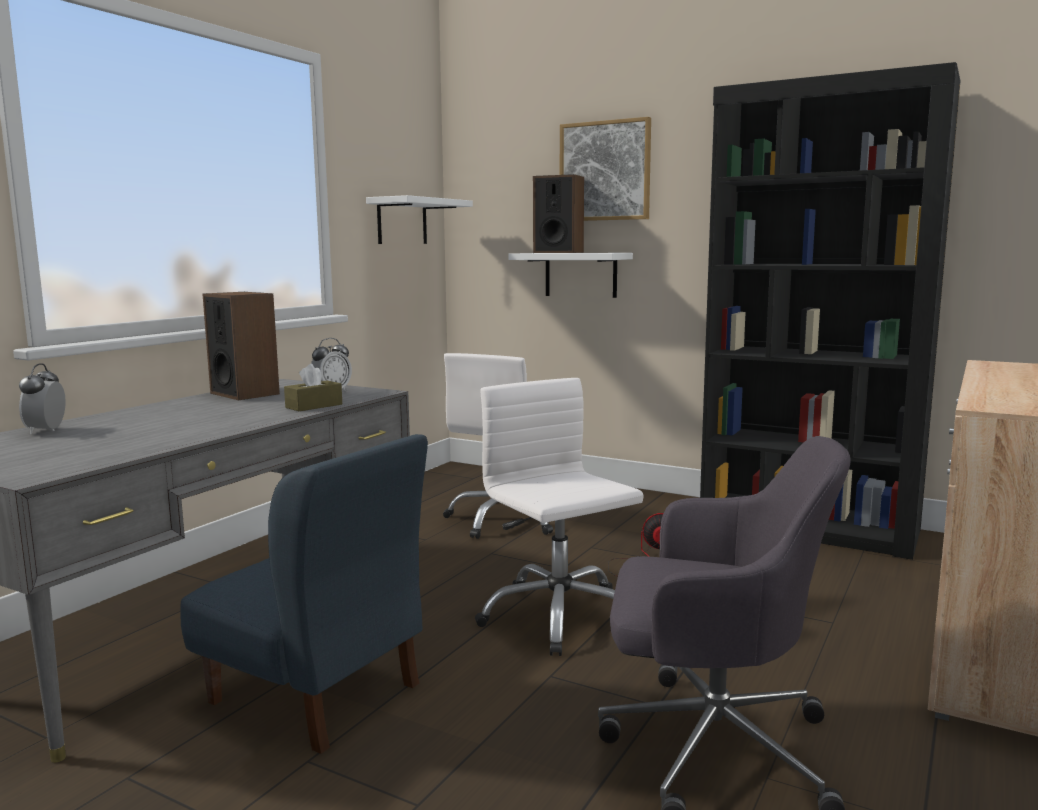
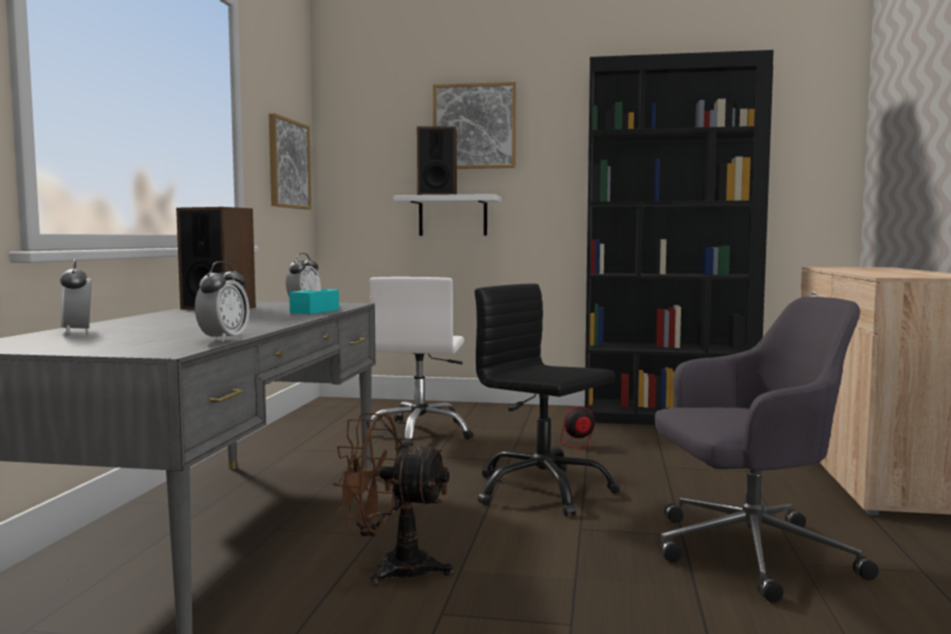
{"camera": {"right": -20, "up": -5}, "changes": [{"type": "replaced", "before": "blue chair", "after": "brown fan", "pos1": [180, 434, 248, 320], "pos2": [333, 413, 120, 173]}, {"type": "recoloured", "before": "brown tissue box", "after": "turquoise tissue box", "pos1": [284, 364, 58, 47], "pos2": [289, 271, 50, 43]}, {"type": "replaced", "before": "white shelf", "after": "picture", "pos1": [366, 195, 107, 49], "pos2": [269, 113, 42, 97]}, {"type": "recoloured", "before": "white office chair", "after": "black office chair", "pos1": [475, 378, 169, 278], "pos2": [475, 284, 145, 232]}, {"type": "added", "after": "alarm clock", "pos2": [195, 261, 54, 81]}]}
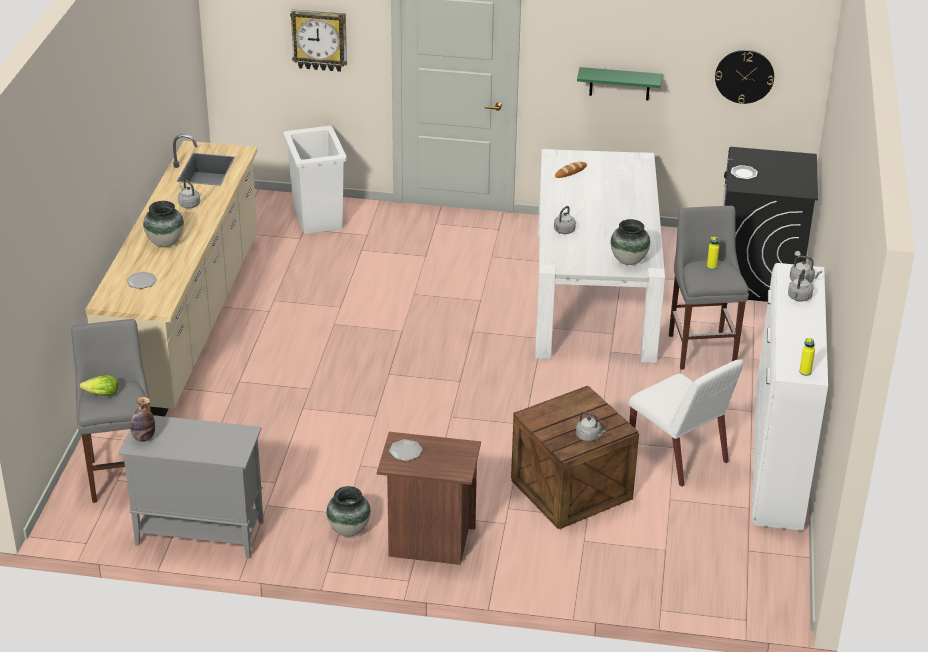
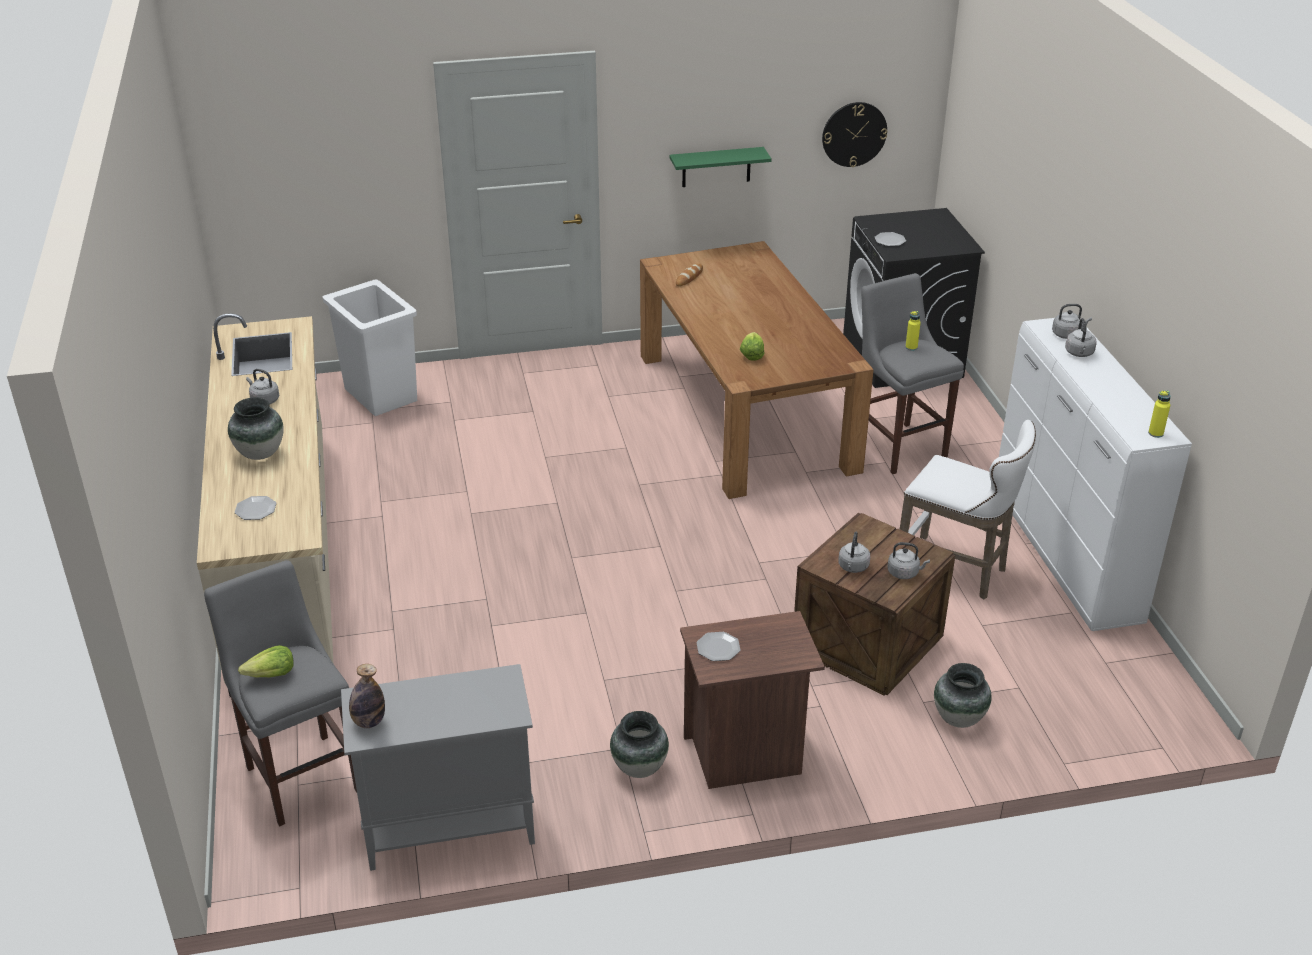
{"camera": {"right": -20, "up": 0}, "changes": [{"type": "removed", "before": "wall clock", "pos1": [290, 9, 57, 63]}, {"type": "recoloured", "before": "white dining table", "after": "brown dining table", "pos1": [535, 149, 130, 214], "pos2": [640, 241, 234, 258]}, {"type": "moved", "before": "grey kettle", "pos1": [554, 206, 22, 28], "pos2": [838, 532, 32, 41]}, {"type": "moved", "before": "vase", "pos1": [611, 219, 39, 46], "pos2": [934, 663, 58, 65]}, {"type": "replaced", "before": "white chair", "after": "white stool", "pos1": [629, 359, 114, 128], "pos2": [900, 420, 136, 179]}, {"type": "added", "after": "lettuce", "pos2": [740, 332, 24, 29]}]}
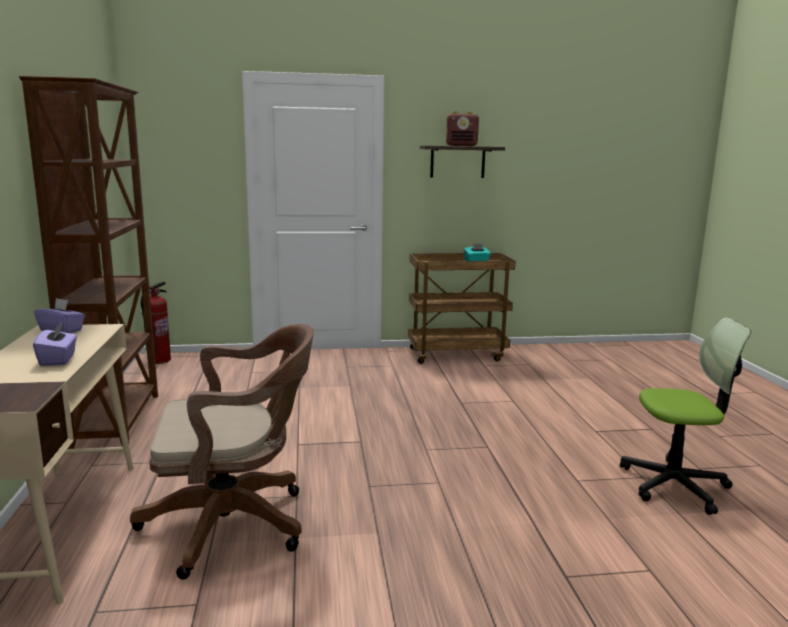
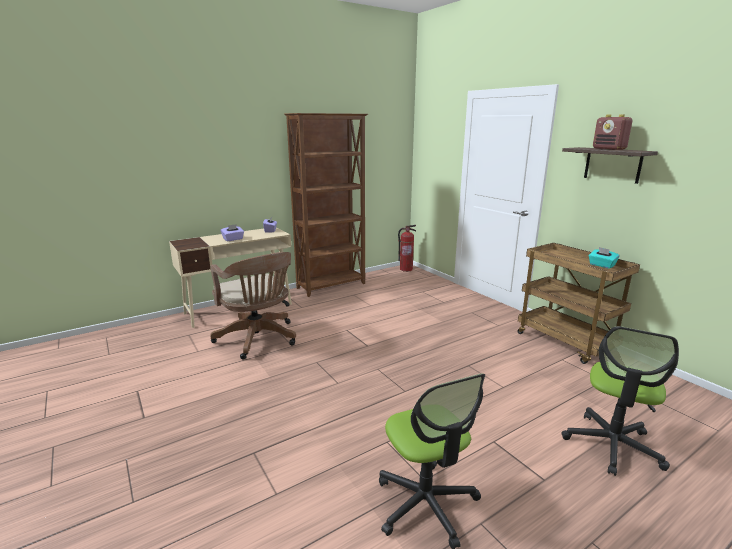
{"camera": {"right": 65, "up": 5}, "changes": [{"type": "added", "after": "office chair", "pos2": [562, 326, 117, 150]}]}
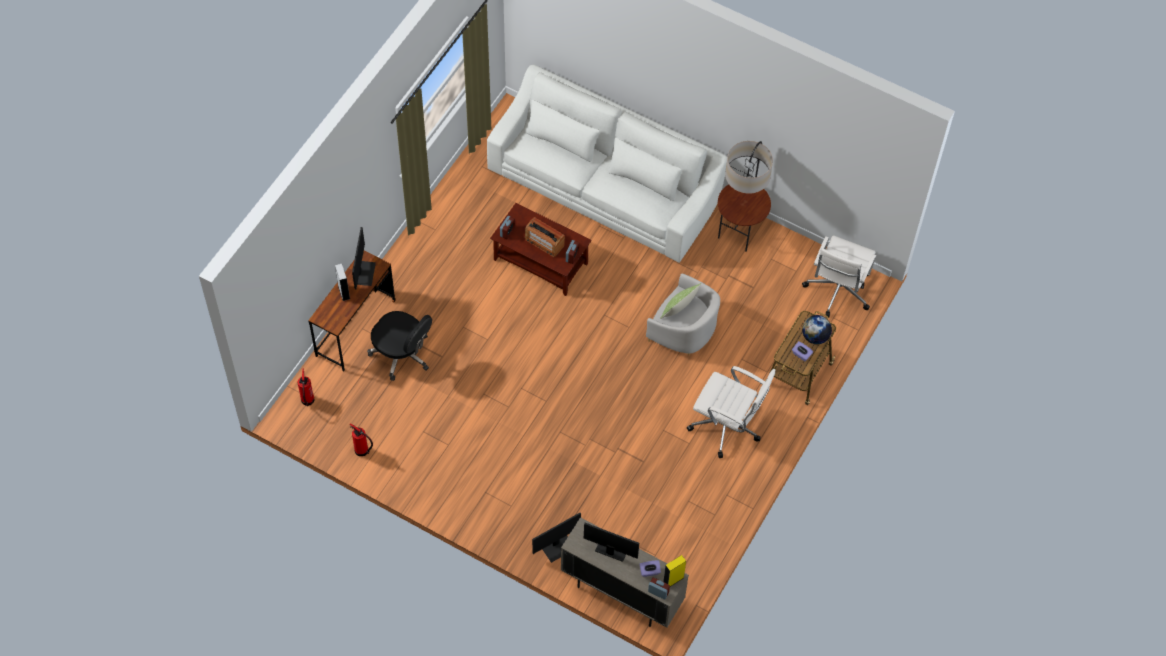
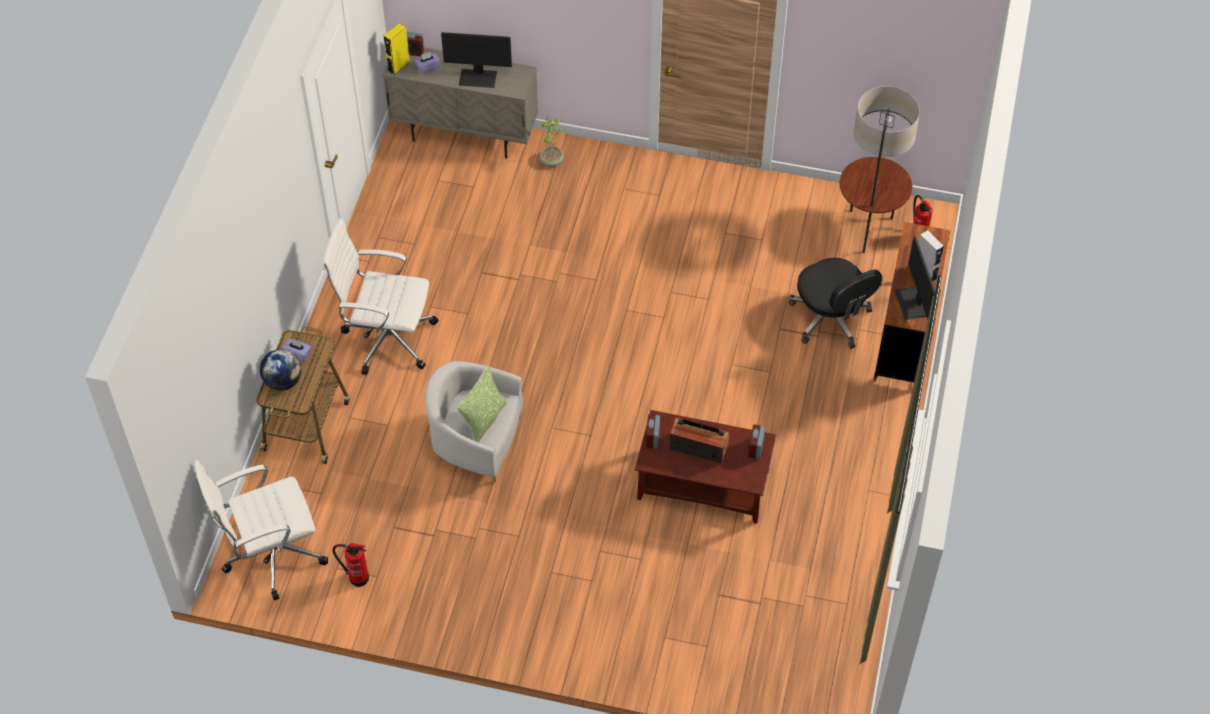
{"camera": {"right": 165, "up": -5}, "changes": [{"type": "moved", "before": "fire extinguisher", "pos1": [350, 423, 23, 33], "pos2": [332, 543, 37, 44]}, {"type": "turned", "before": "black office chair", "pos1": [367, 311, 65, 70], "pos2": [788, 258, 94, 91], "turn": -135}, {"type": "removed", "before": "white sofa", "pos1": [487, 65, 240, 198]}, {"type": "replaced", "before": "monitor", "after": "potted plant", "pos1": [532, 513, 49, 50], "pos2": [540, 116, 26, 51]}, {"type": "moved", "before": "floor lamp", "pos1": [718, 141, 55, 111], "pos2": [840, 86, 80, 167]}, {"type": "turned", "before": "white office chair", "pos1": [802, 235, 74, 83], "pos2": [195, 460, 133, 140], "turn": -120}]}
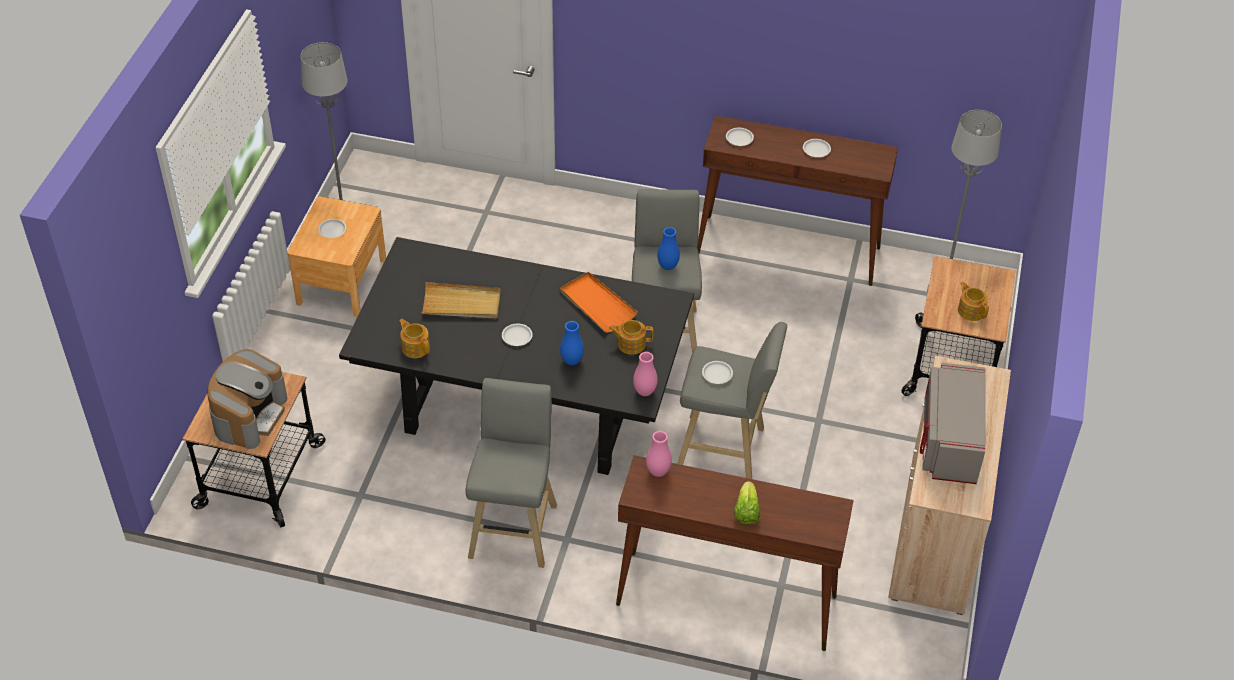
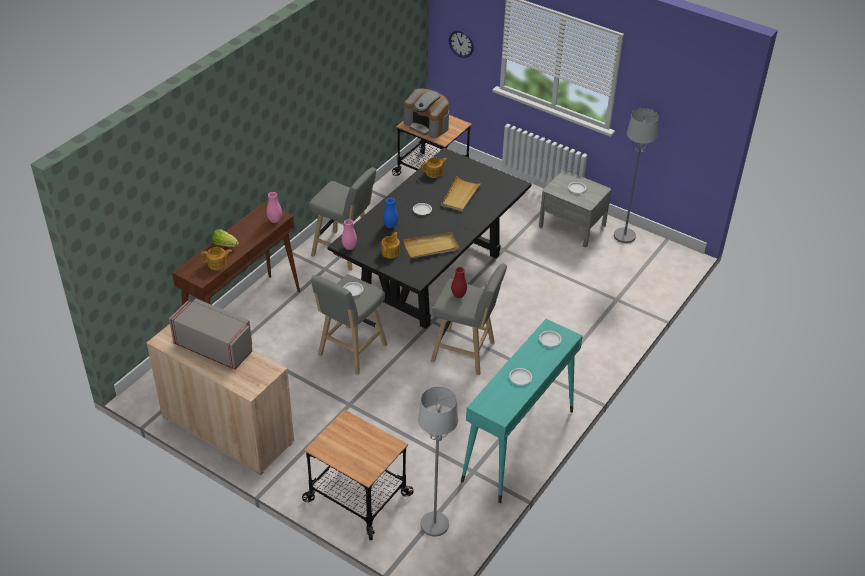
{"camera": {"right": 110, "up": -5}, "changes": [{"type": "recoloured", "before": "brown nightstand", "after": "grey nightstand", "pos1": [287, 196, 99, 121], "pos2": [539, 170, 72, 77]}, {"type": "recoloured", "before": "orange tray", "after": "beige tray", "pos1": [560, 272, 78, 61], "pos2": [404, 232, 55, 26]}, {"type": "recoloured", "before": "blue vase", "after": "red vase", "pos1": [657, 227, 23, 43], "pos2": [451, 267, 16, 31]}, {"type": "recoloured", "before": "brown console table", "after": "turquoise console table", "pos1": [697, 115, 201, 171], "pos2": [461, 319, 122, 184]}, {"type": "moved", "before": "teapot", "pos1": [958, 282, 31, 39], "pos2": [201, 247, 31, 23]}, {"type": "added", "after": "wall clock", "pos2": [449, 30, 25, 28]}]}
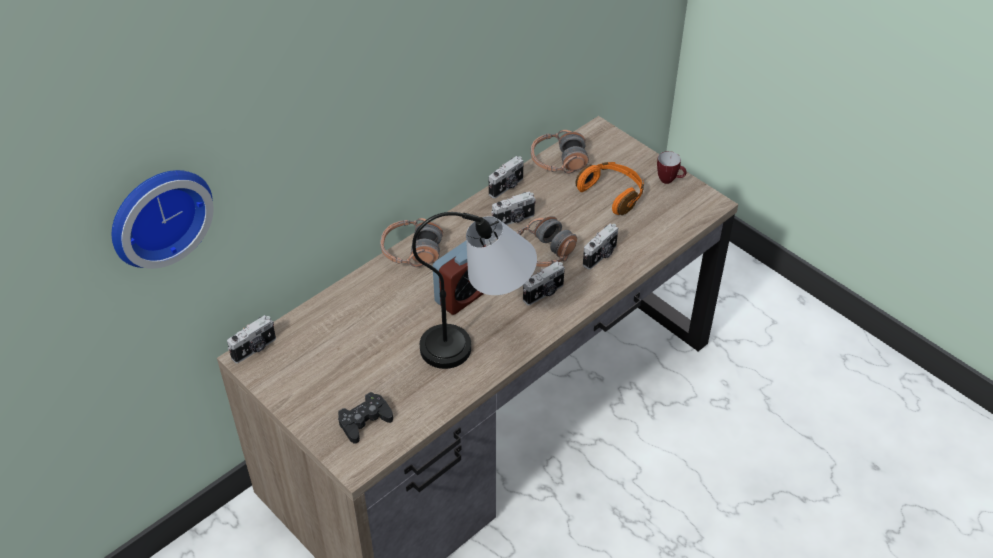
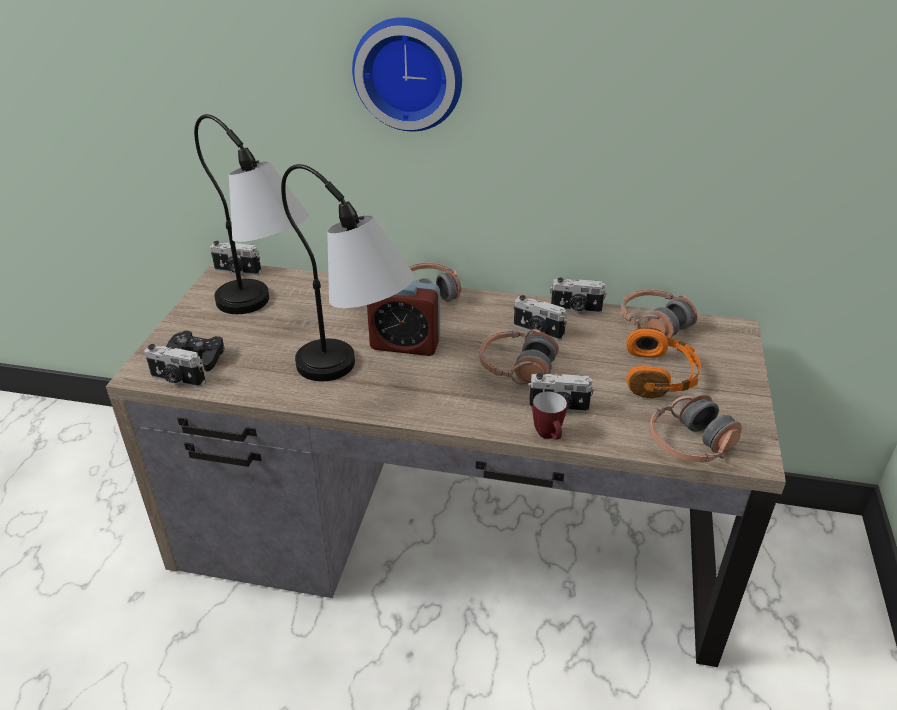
{"camera": {"right": 55, "up": -10}, "changes": [{"type": "moved", "before": "wall clock", "pos1": [112, 170, 102, 99], "pos2": [352, 17, 110, 115]}, {"type": "moved", "before": "photo camera", "pos1": [523, 261, 41, 44], "pos2": [144, 344, 62, 44]}, {"type": "moved", "before": "mug", "pos1": [657, 151, 30, 33], "pos2": [532, 391, 35, 48]}, {"type": "added", "after": "table lamp", "pos2": [194, 114, 115, 200]}, {"type": "added", "after": "headphones", "pos2": [649, 395, 93, 67]}]}
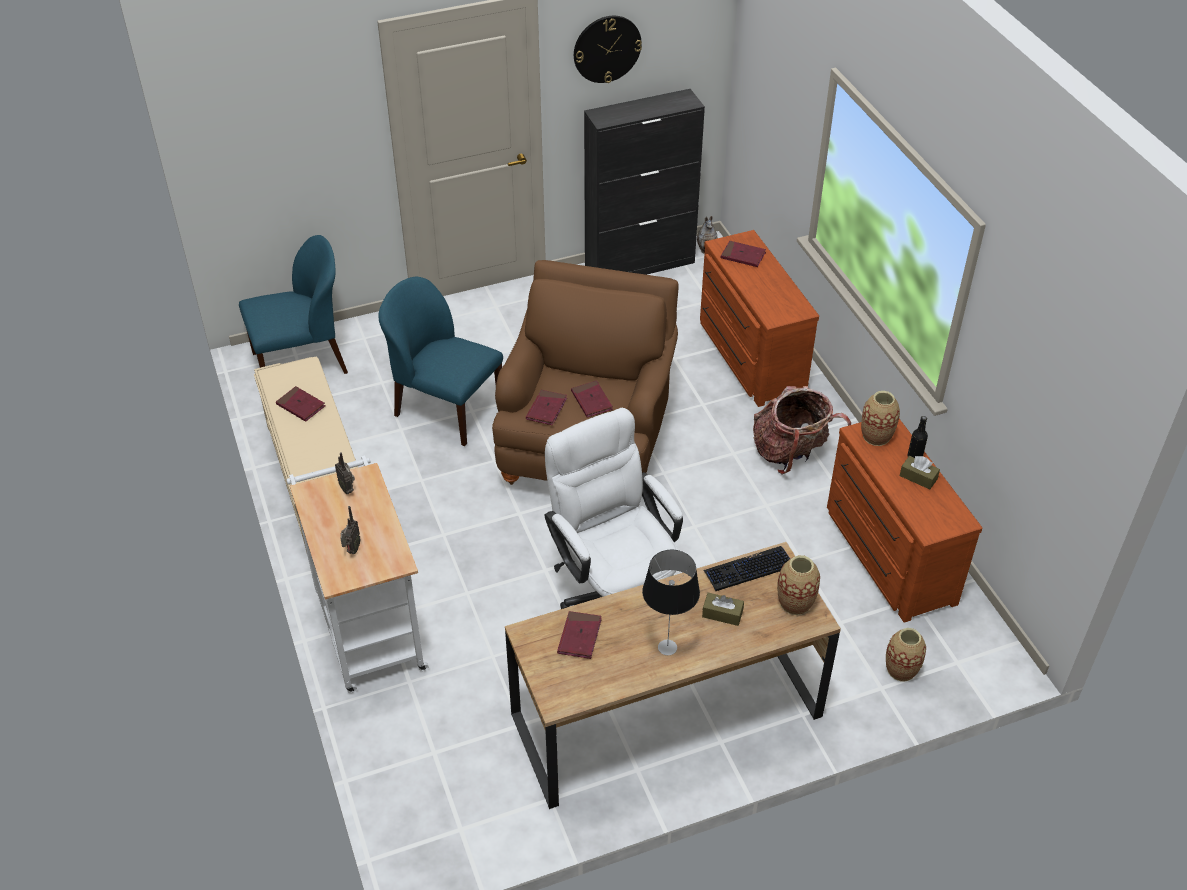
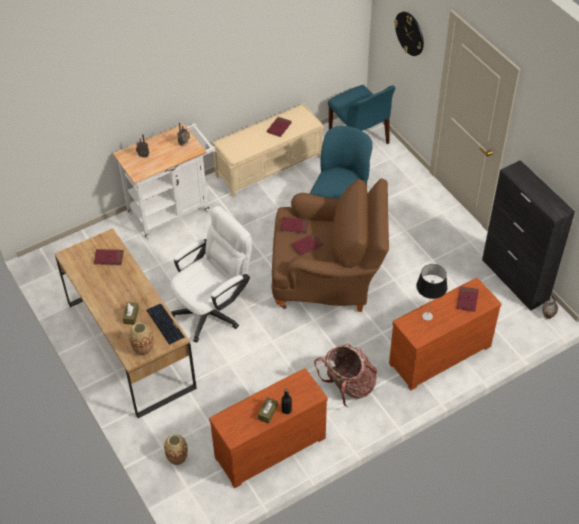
{"camera": {"right": 80, "up": 5}, "changes": [{"type": "moved", "before": "wall clock", "pos1": [574, 16, 68, 67], "pos2": [394, 11, 30, 45]}, {"type": "moved", "before": "table lamp", "pos1": [642, 550, 58, 105], "pos2": [416, 264, 31, 57]}, {"type": "removed", "before": "vase", "pos1": [861, 391, 39, 55]}]}
